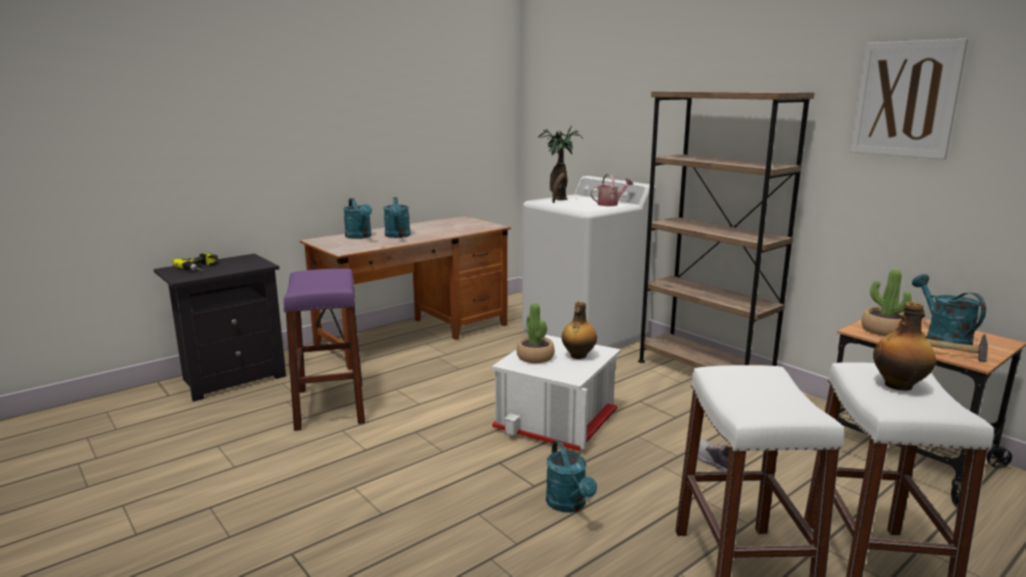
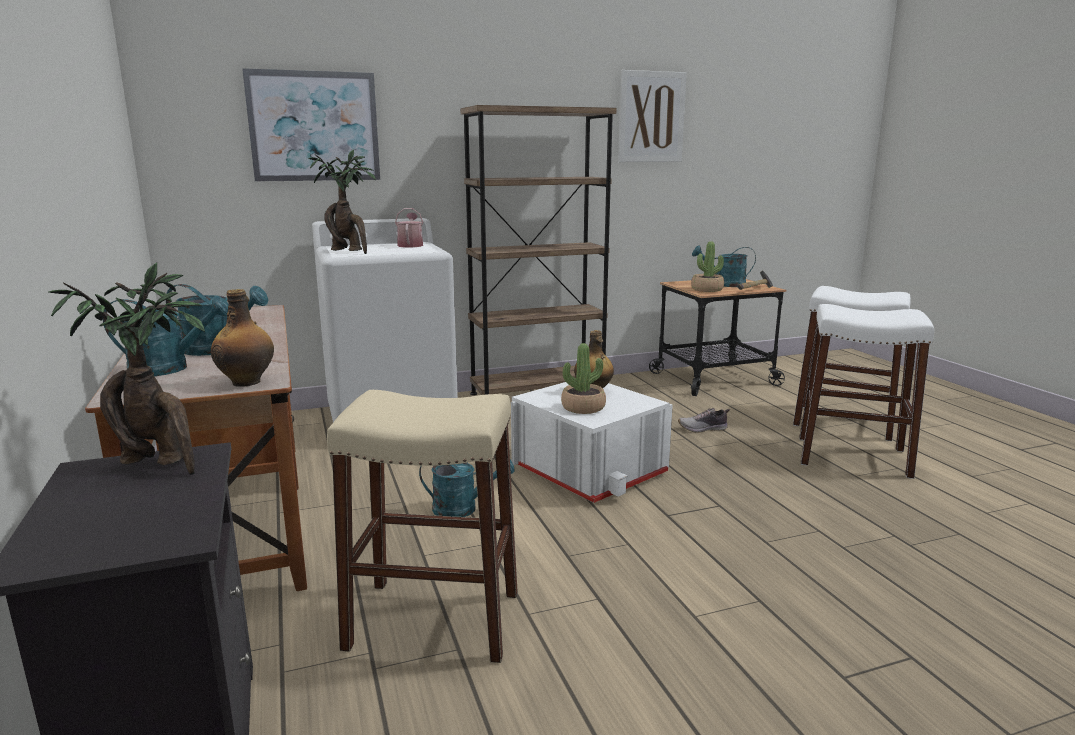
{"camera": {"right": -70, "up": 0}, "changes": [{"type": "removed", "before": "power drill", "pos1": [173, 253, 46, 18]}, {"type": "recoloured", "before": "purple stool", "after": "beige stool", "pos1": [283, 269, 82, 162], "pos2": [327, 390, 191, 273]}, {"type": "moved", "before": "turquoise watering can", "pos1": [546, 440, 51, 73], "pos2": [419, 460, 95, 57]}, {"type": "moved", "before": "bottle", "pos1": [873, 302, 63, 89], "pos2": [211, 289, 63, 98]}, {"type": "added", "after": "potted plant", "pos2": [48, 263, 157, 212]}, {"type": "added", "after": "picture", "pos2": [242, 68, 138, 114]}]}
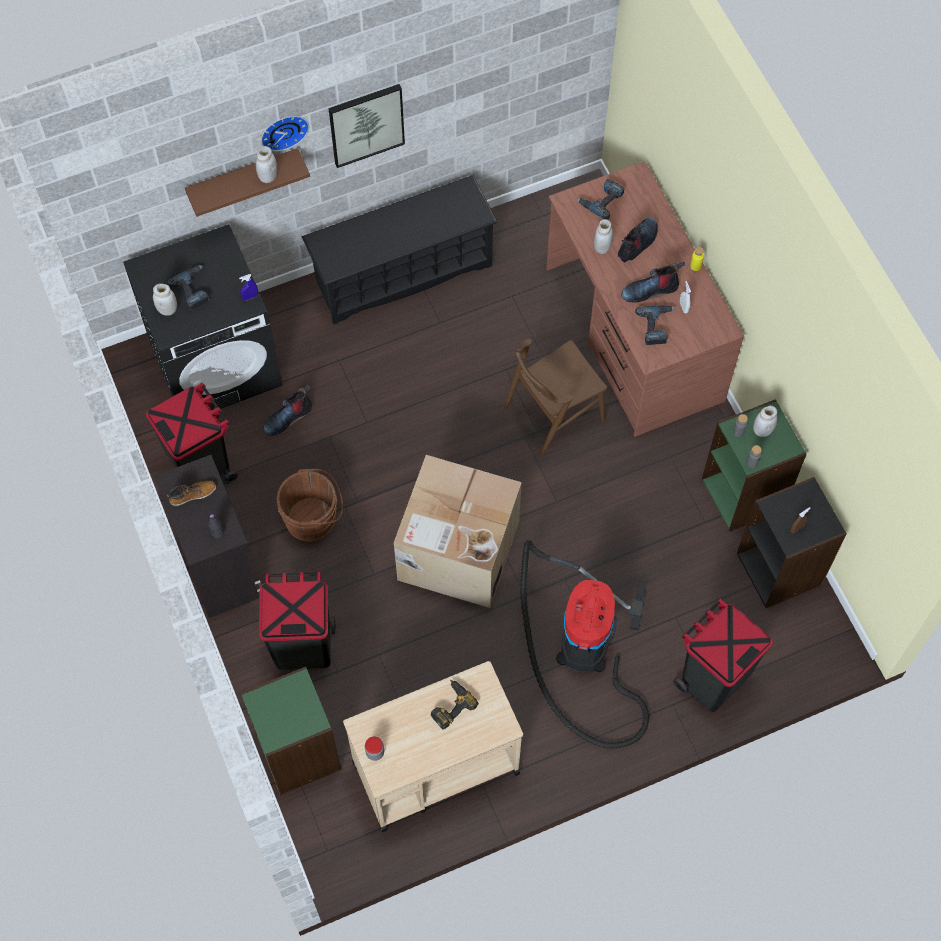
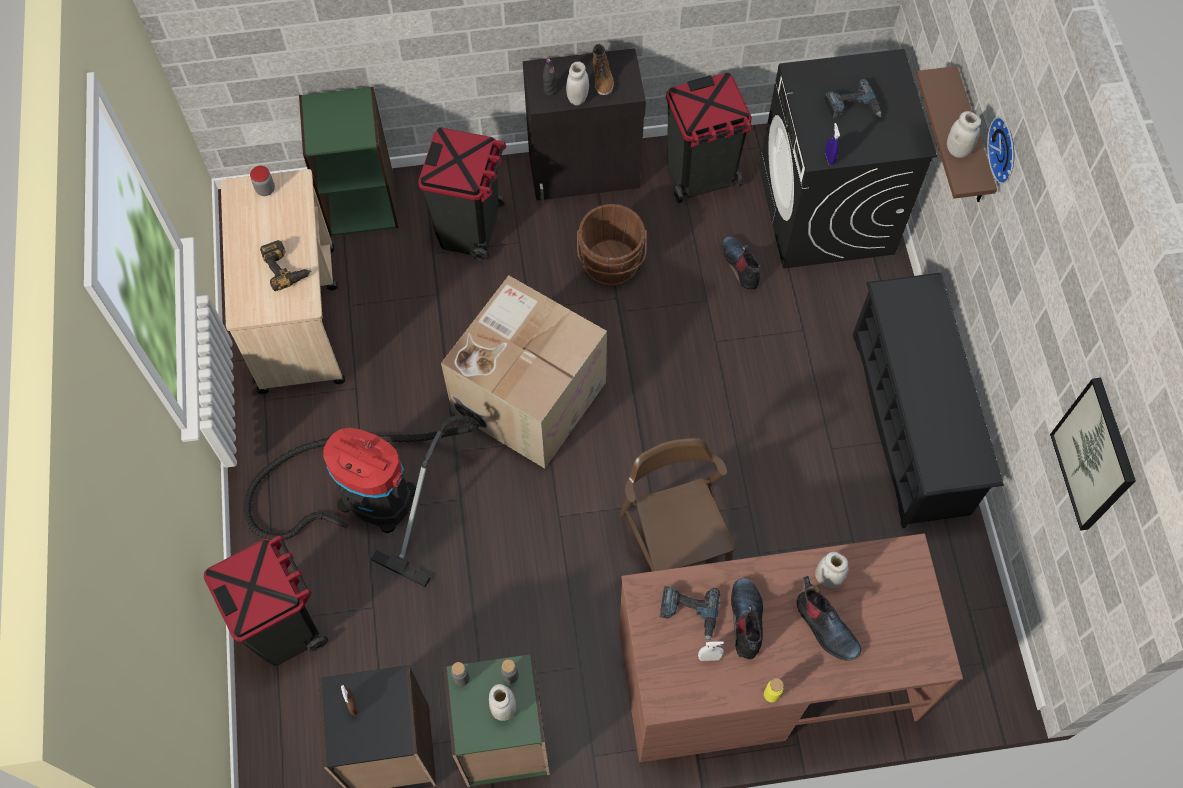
{"camera": {"right": 105, "up": 0}, "changes": [{"type": "moved", "before": "white jar", "pos1": [153, 284, 24, 32], "pos2": [566, 61, 23, 44]}, {"type": "moved", "before": "picture", "pos1": [329, 84, 76, 84], "pos2": [1050, 378, 86, 153]}, {"type": "removed", "before": "power drill", "pos1": [577, 179, 47, 41]}]}
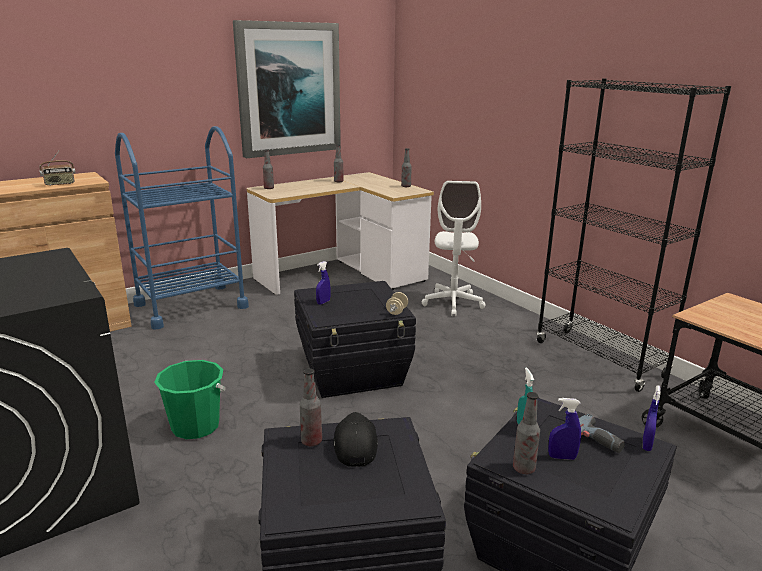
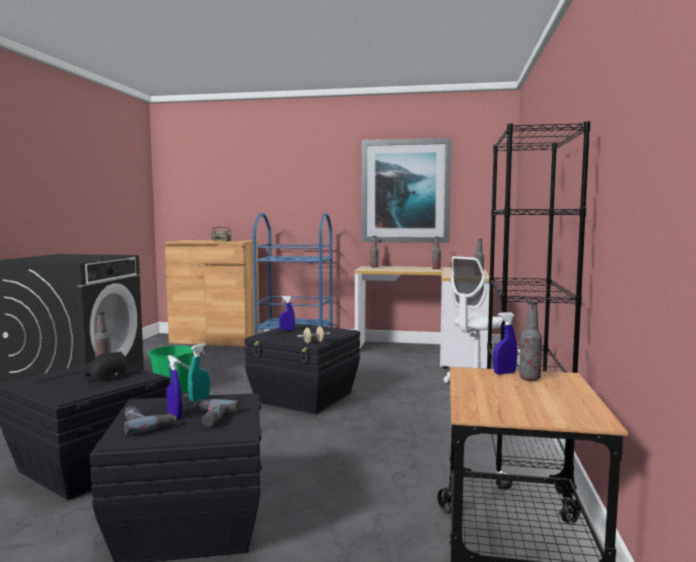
{"camera": {"right": 45, "up": -15}, "changes": [{"type": "moved", "before": "bottle", "pos1": [513, 392, 27, 82], "pos2": [519, 301, 23, 80]}, {"type": "moved", "before": "blue spray bottle", "pos1": [643, 385, 18, 66], "pos2": [493, 312, 24, 62]}, {"type": "added", "after": "power drill", "pos2": [124, 406, 52, 29]}]}
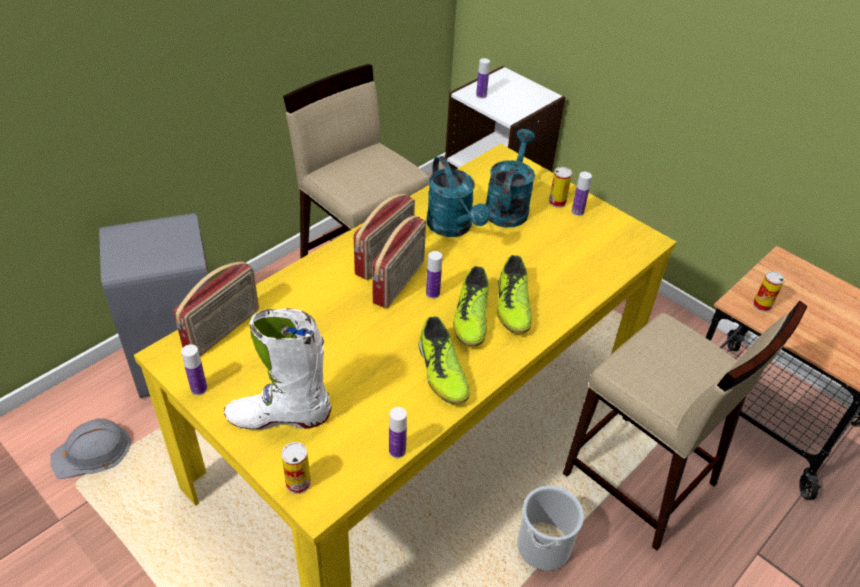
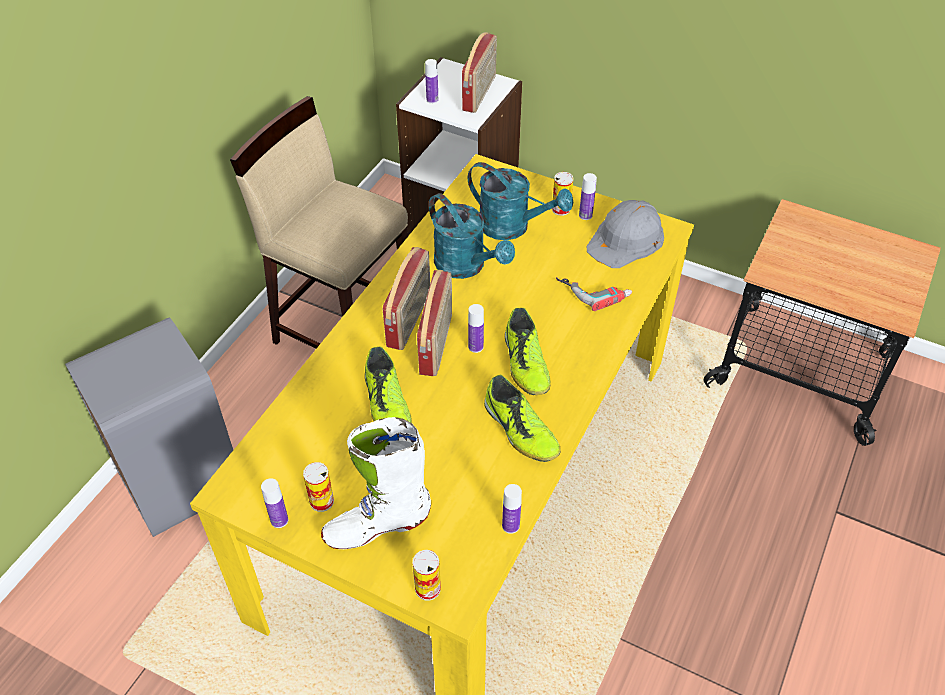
{"camera": {"right": -15, "up": 5}, "changes": [{"type": "moved", "before": "grey hard hat", "pos1": [50, 419, 81, 60], "pos2": [587, 200, 77, 68]}, {"type": "moved", "before": "radio", "pos1": [173, 261, 86, 95], "pos2": [462, 32, 35, 81]}, {"type": "turned", "before": "turquoise watering can", "pos1": [485, 129, 51, 99], "pos2": [468, 162, 105, 78], "turn": 120}, {"type": "moved", "before": "shoe", "pos1": [497, 255, 35, 78], "pos2": [365, 347, 47, 76]}, {"type": "removed", "before": "bucket", "pos1": [517, 486, 67, 85]}, {"type": "removed", "before": "beige stool", "pos1": [563, 301, 244, 250]}, {"type": "moved", "before": "can", "pos1": [753, 271, 32, 41], "pos2": [303, 462, 31, 50]}, {"type": "added", "after": "power drill", "pos2": [556, 277, 76, 34]}]}
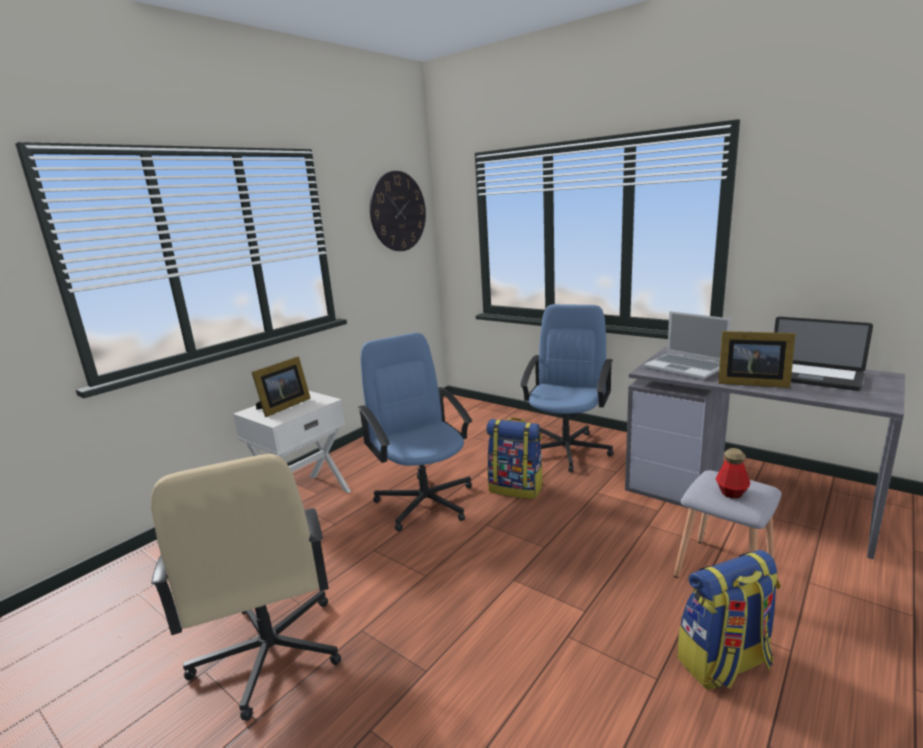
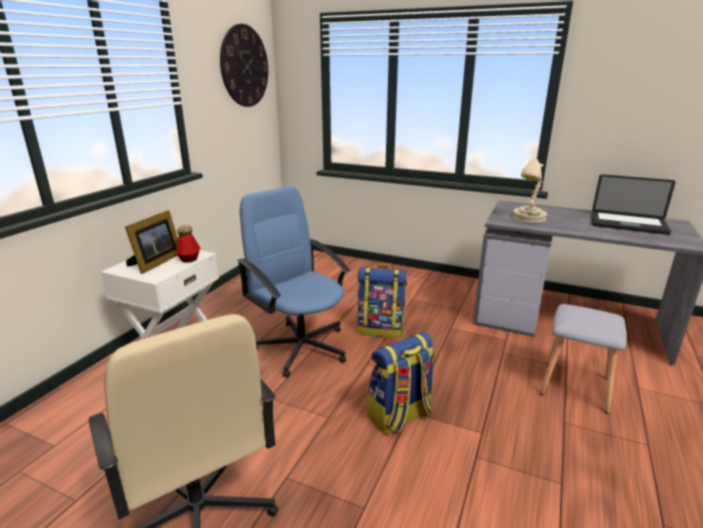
{"camera": {"right": -15, "up": 5}, "changes": [{"type": "removed", "before": "blue office chair", "pos1": [520, 304, 93, 168]}, {"type": "replaced", "before": "laptop", "after": "beige table lamp", "pos1": [644, 311, 87, 69], "pos2": [513, 158, 34, 65]}, {"type": "moved", "before": "backpack", "pos1": [677, 550, 103, 140], "pos2": [368, 332, 67, 103]}, {"type": "moved", "before": "bottle", "pos1": [716, 448, 34, 50], "pos2": [176, 225, 24, 38]}, {"type": "removed", "before": "picture frame", "pos1": [718, 331, 78, 57]}]}
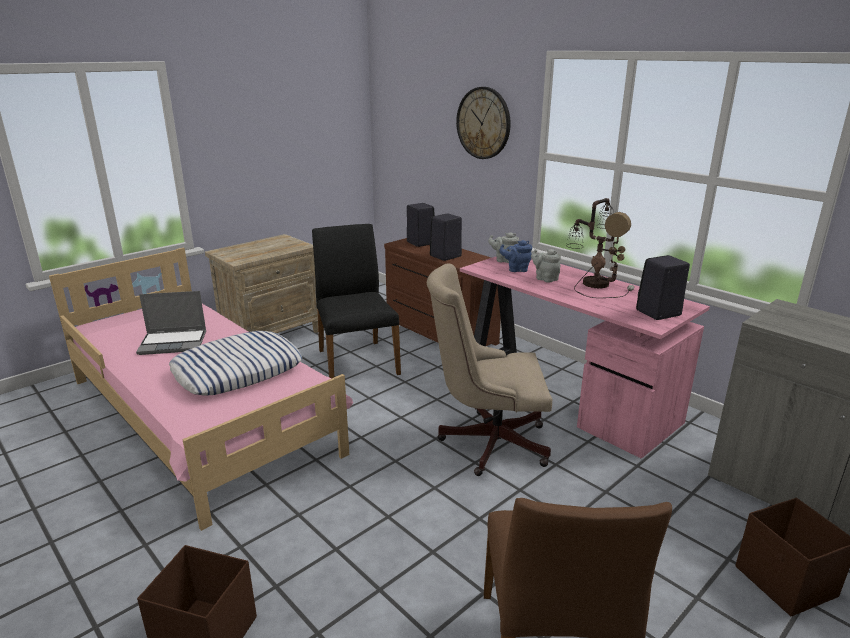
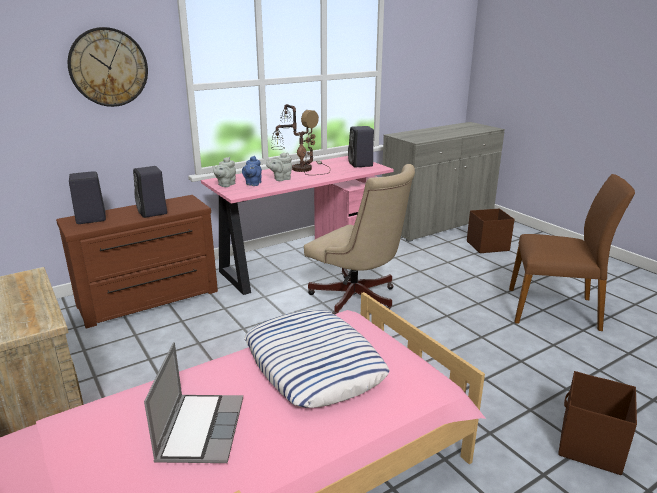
{"camera": {"right": -80, "up": 0}, "changes": [{"type": "removed", "before": "black chair", "pos1": [312, 224, 89, 155]}, {"type": "turned", "before": "beige office chair", "pos1": [427, 263, 125, 213], "pos2": [304, 164, 111, 151], "turn": -60}]}
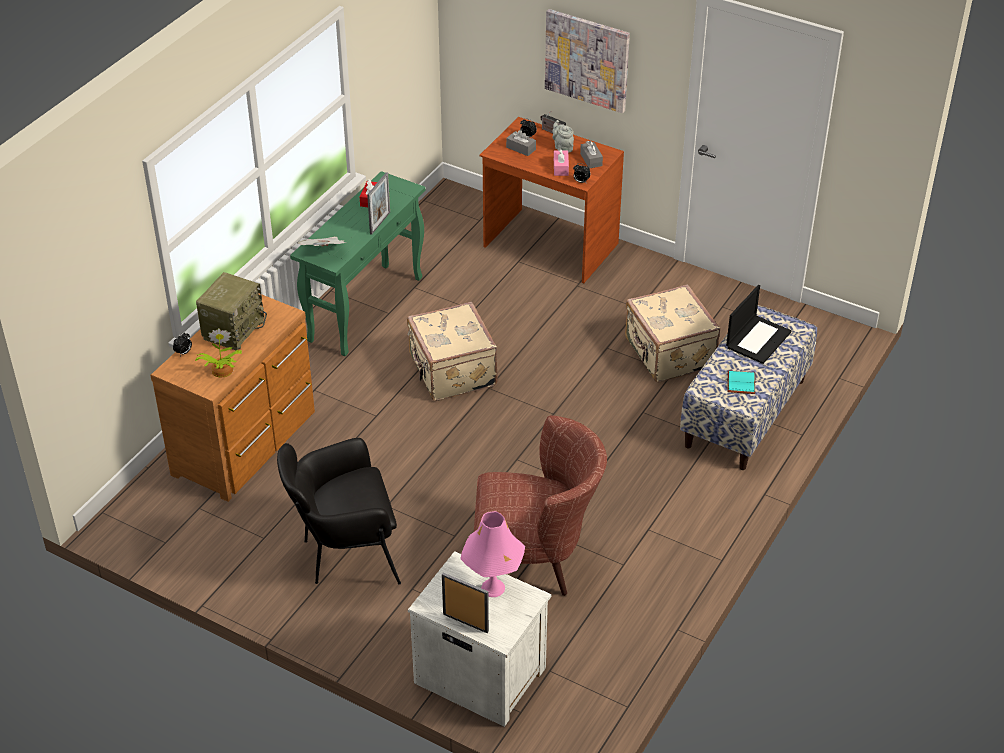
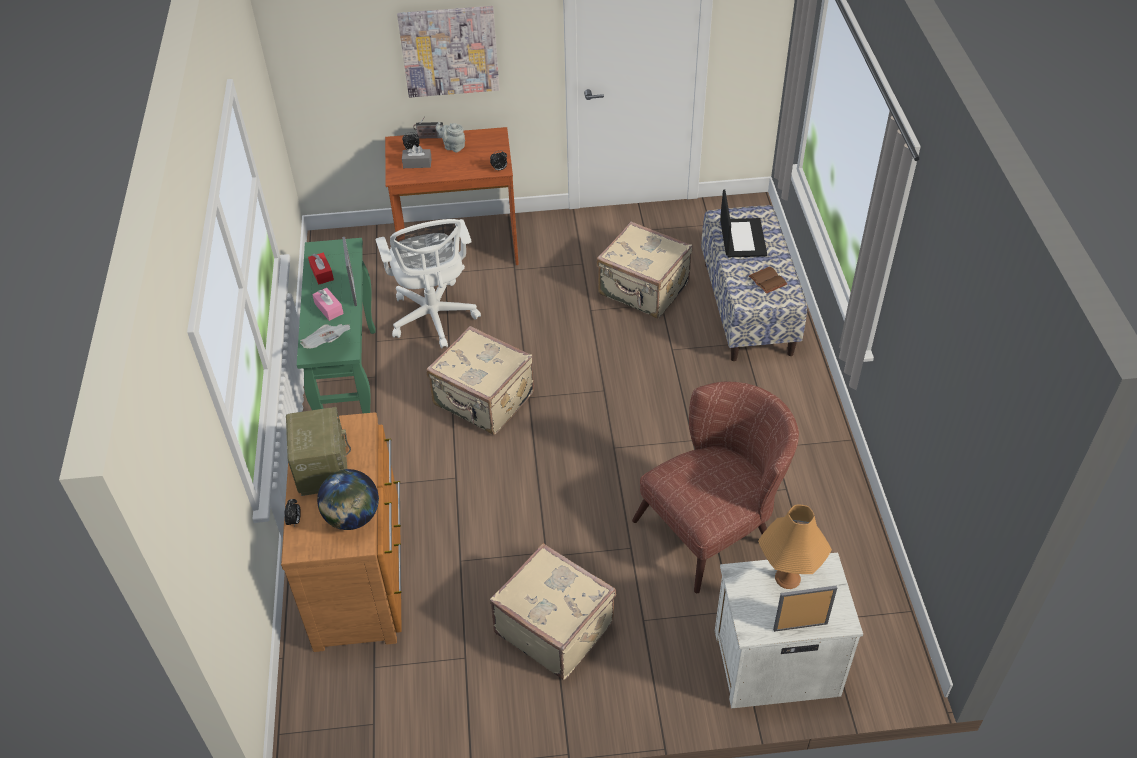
{"camera": {"right": -35, "up": 5}, "changes": [{"type": "replaced", "before": "potted plant", "after": "globe", "pos1": [195, 328, 47, 49], "pos2": [317, 469, 62, 61]}, {"type": "replaced", "before": "black armchair", "after": "beige suitcase", "pos1": [277, 438, 124, 147], "pos2": [490, 543, 126, 137]}, {"type": "recoloured", "before": "pink table lamp", "after": "orange table lamp", "pos1": [460, 511, 65, 86], "pos2": [758, 505, 74, 84]}, {"type": "moved", "before": "pink tissue box", "pos1": [554, 148, 15, 28], "pos2": [312, 288, 32, 33]}, {"type": "removed", "before": "grey tissue box", "pos1": [580, 141, 23, 27]}, {"type": "recoloured", "before": "turquoise book", "after": "brown book", "pos1": [727, 371, 28, 23], "pos2": [749, 267, 38, 27]}, {"type": "added", "after": "white office chair", "pos2": [376, 219, 105, 129]}]}
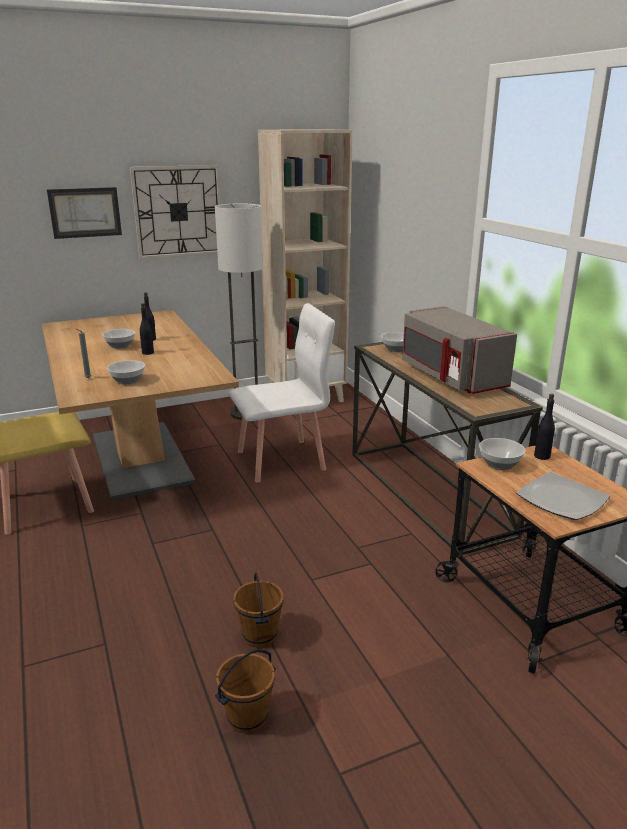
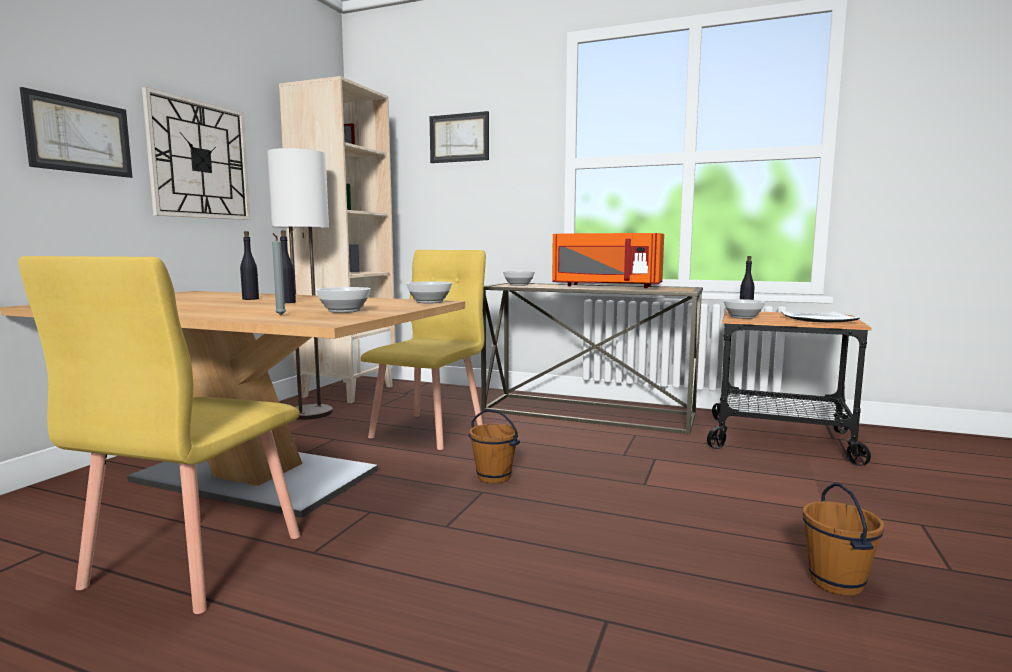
{"camera": {"right": -45, "up": -15}, "changes": [{"type": "moved", "before": "bowl", "pos1": [102, 329, 33, 20], "pos2": [406, 281, 46, 22]}, {"type": "recoloured", "before": "white chair", "after": "yellow chair", "pos1": [229, 303, 106, 180], "pos2": [361, 250, 125, 200]}, {"type": "moved", "before": "brown bucket", "pos1": [233, 572, 51, 76], "pos2": [469, 409, 51, 74]}, {"type": "recoloured", "before": "grey microwave", "after": "orange microwave", "pos1": [402, 306, 115, 88], "pos2": [552, 233, 112, 55]}, {"type": "added", "after": "picture", "pos2": [430, 111, 59, 52]}]}
